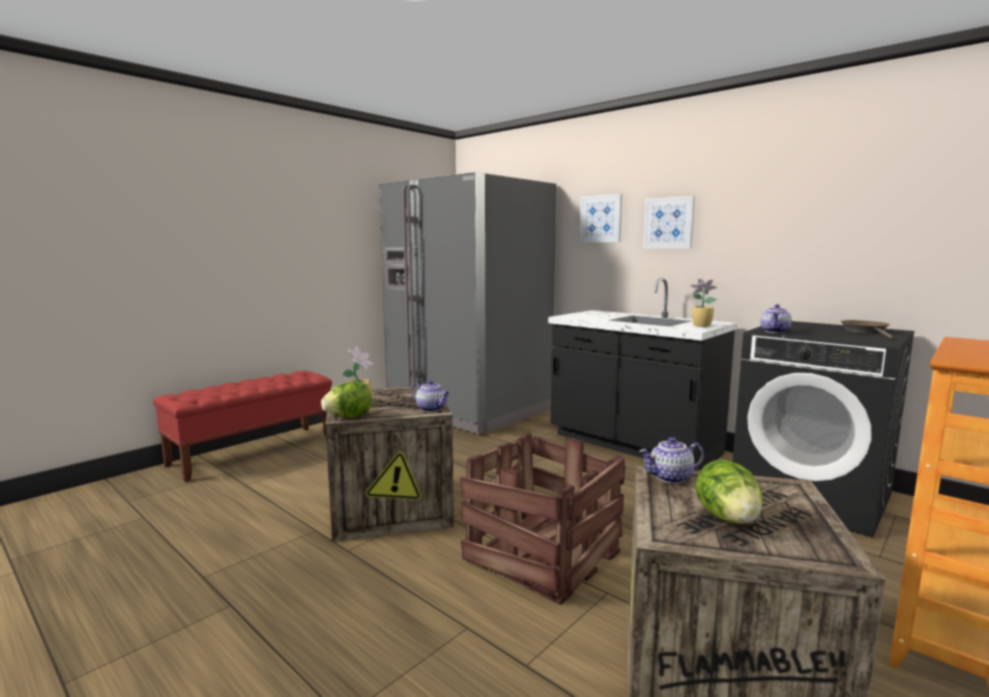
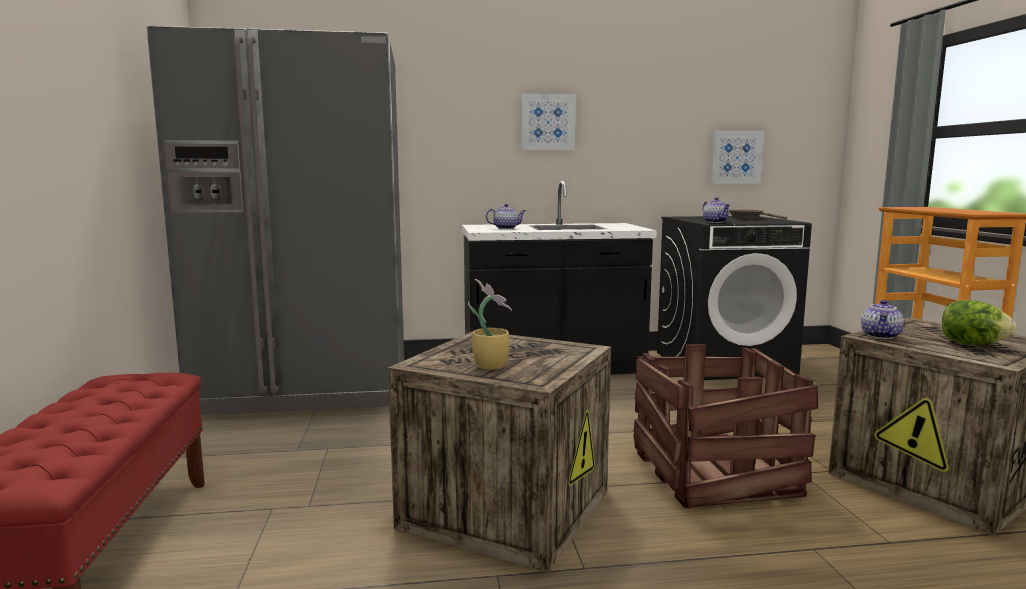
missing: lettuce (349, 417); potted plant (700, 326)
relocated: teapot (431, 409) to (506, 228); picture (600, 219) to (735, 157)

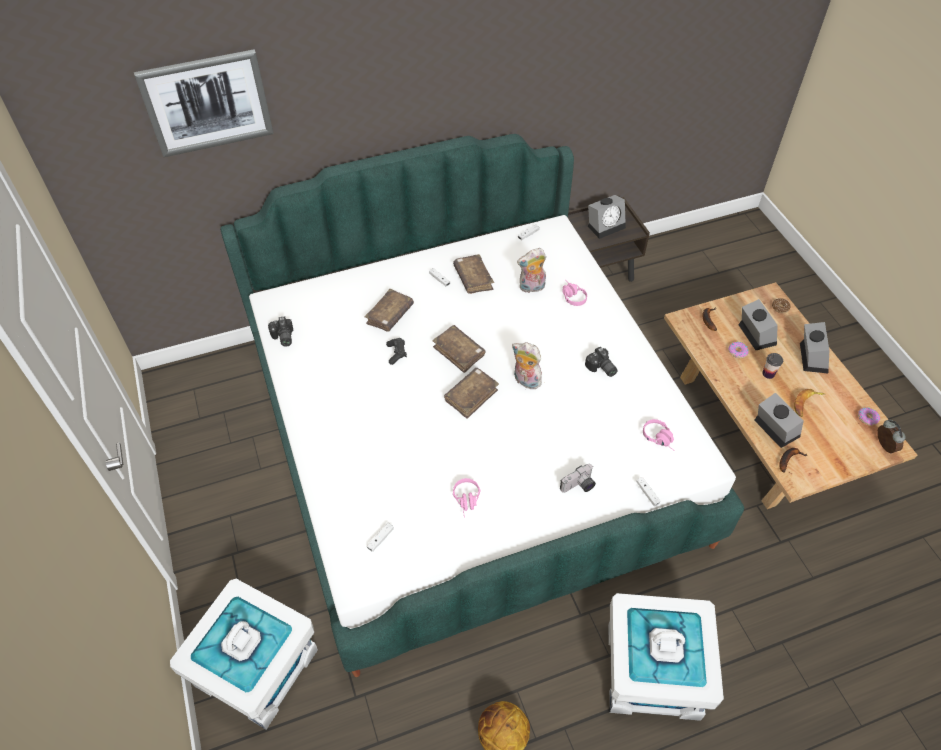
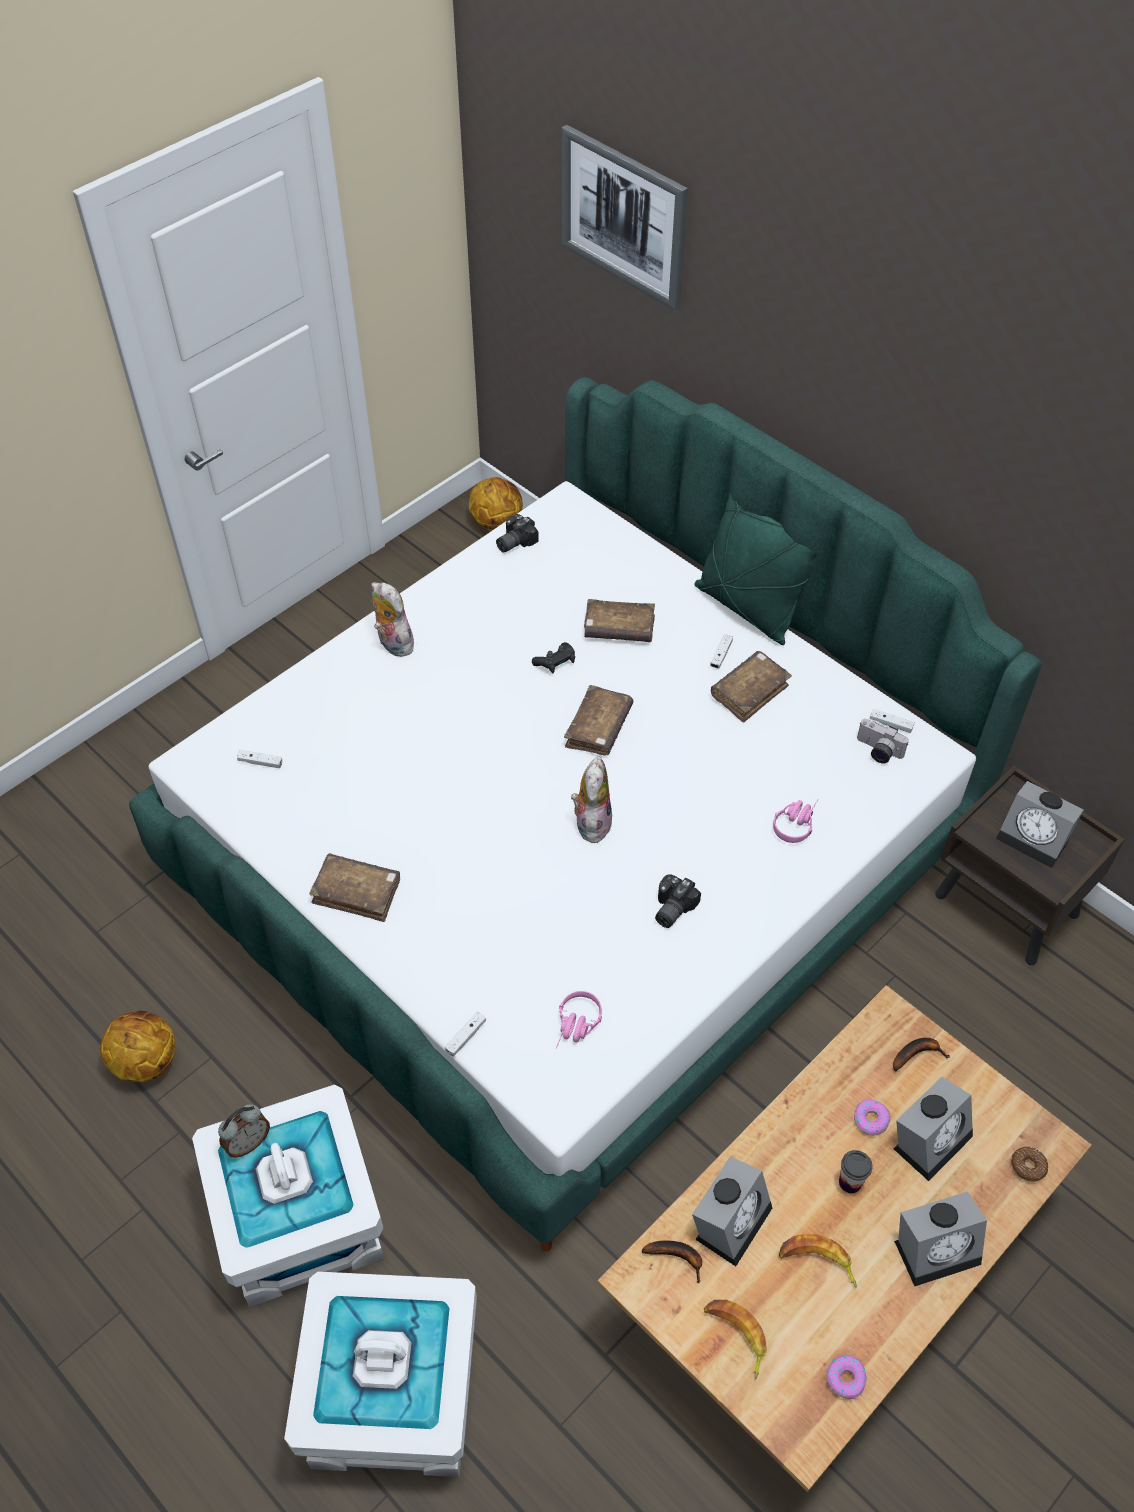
missing: pink headphones (467, 501)
appeared: basketball (496, 523); green pillow (747, 608); banana (736, 1336)
relocated: white storage box (257, 668) to (393, 1396); brown book (471, 396) to (357, 893); plush toy (531, 288) to (392, 644); photo camera (579, 486) to (877, 751); alarm clock (883, 446) to (248, 1142)

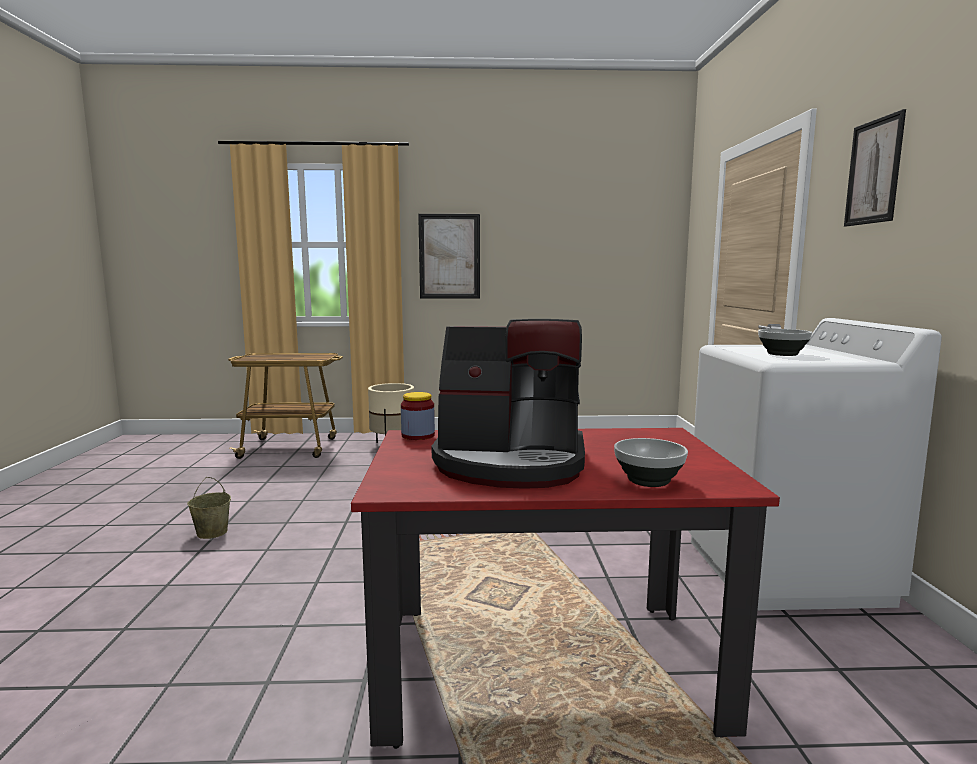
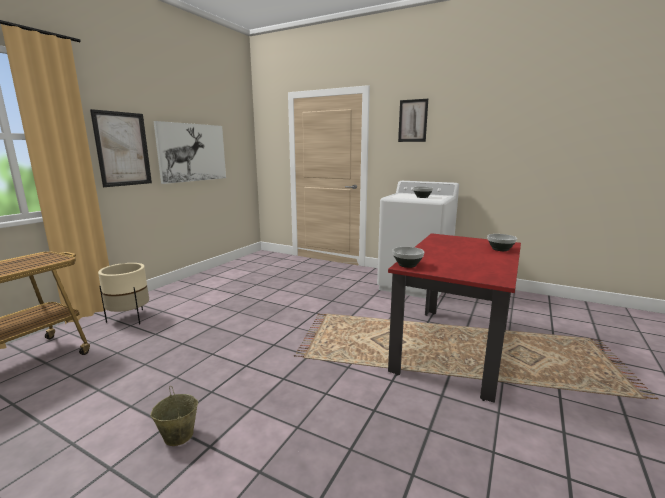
missing: coffee machine (510, 463)
appeared: picture (192, 152)
exchanged: jar (418, 435) to bowl (407, 265)

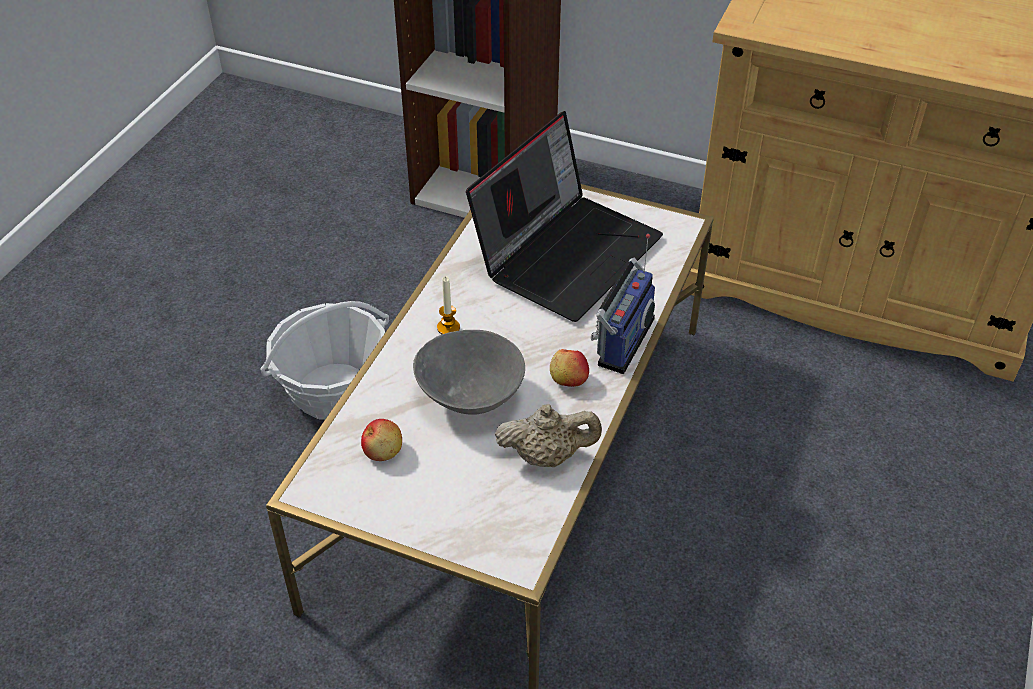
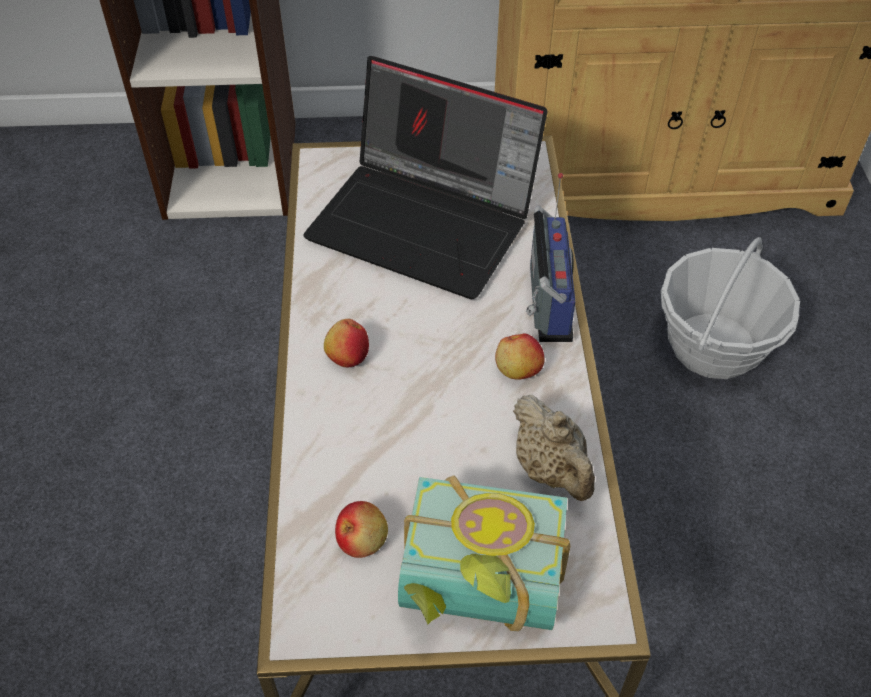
missing: grey bowl (469, 397)
appeared: book (479, 592)
relocated: basket (334, 391) to (713, 346)
exchanged: candle (448, 327) to apple (347, 356)
spun: laptop (567, 252) = (426, 222) 105 degrees clockwise; beige teapot (547, 456) = (551, 470) 90 degrees clockwise

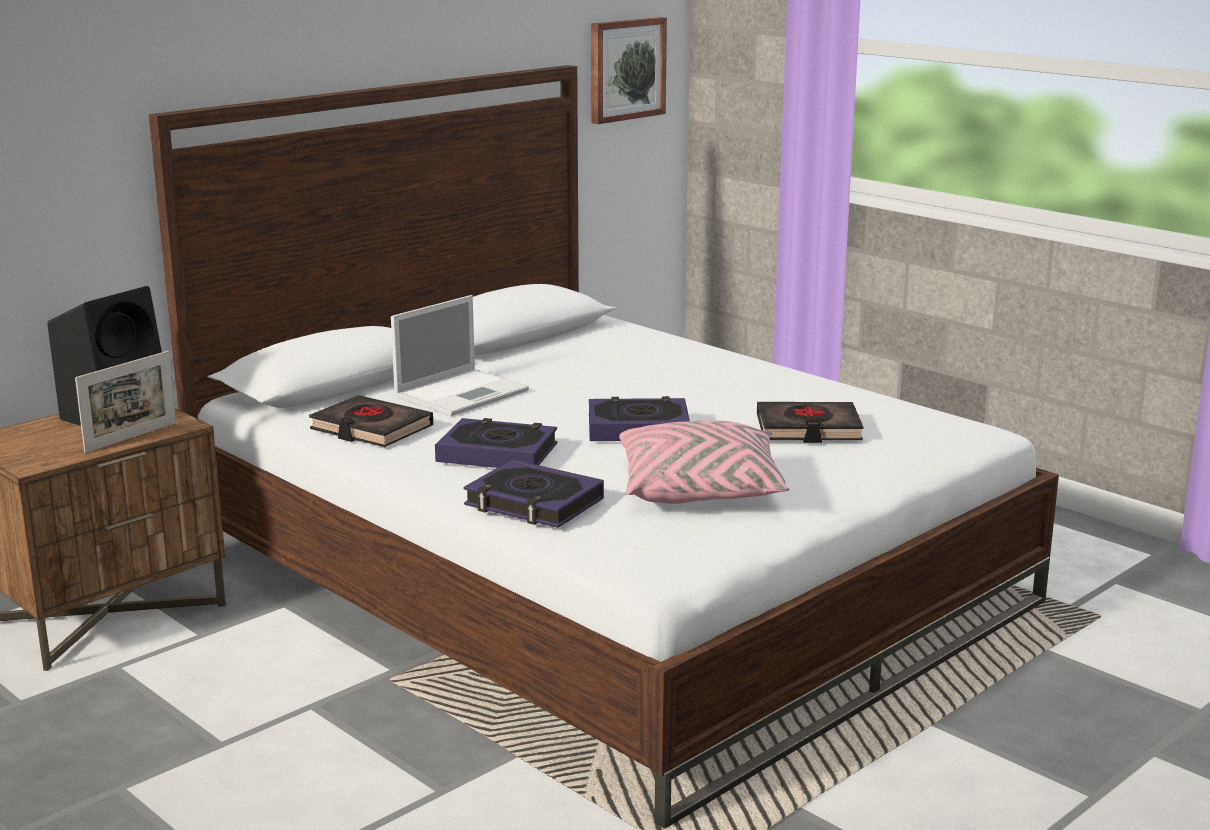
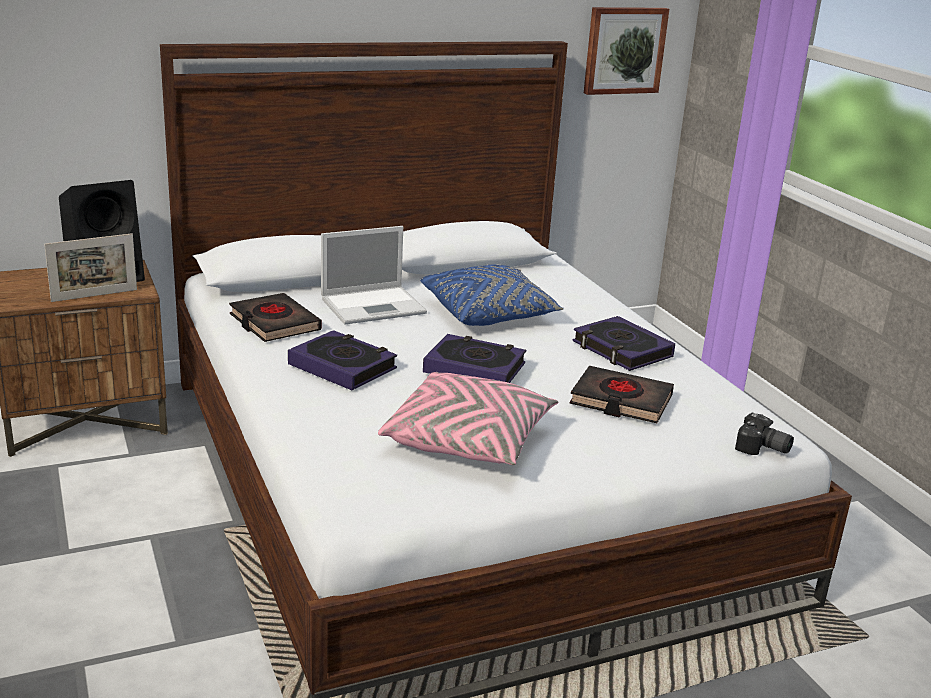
appeared: blue pillow (489, 313); photo camera (762, 449)
relocated: book (534, 503) to (621, 350)

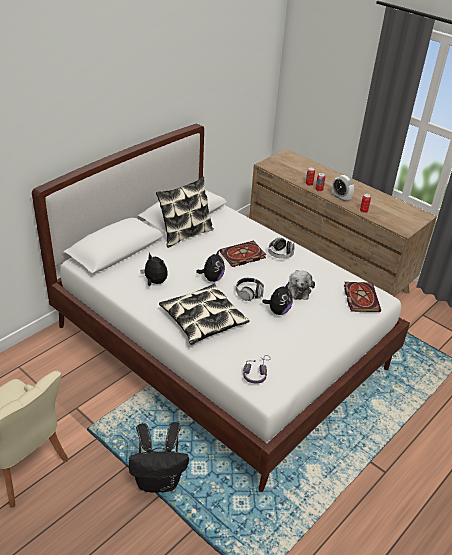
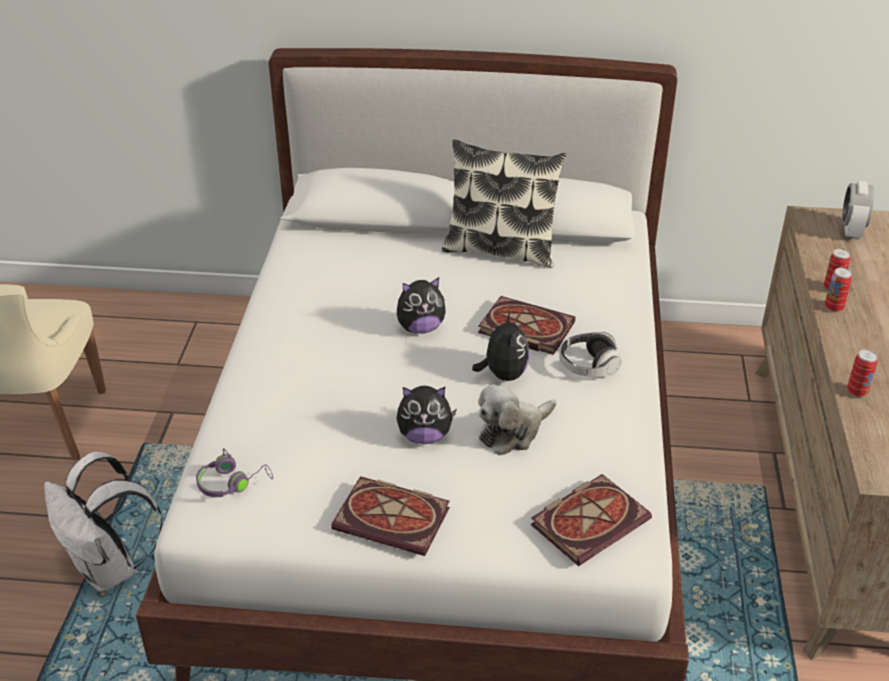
missing: pillow (203, 320); headphones (249, 294)
appeared: book (395, 519)
relocated: plush toy (154, 282) to (503, 374); alarm clock (341, 198) to (851, 231)
colour: black backpack (159, 480) to white backpack (110, 569)

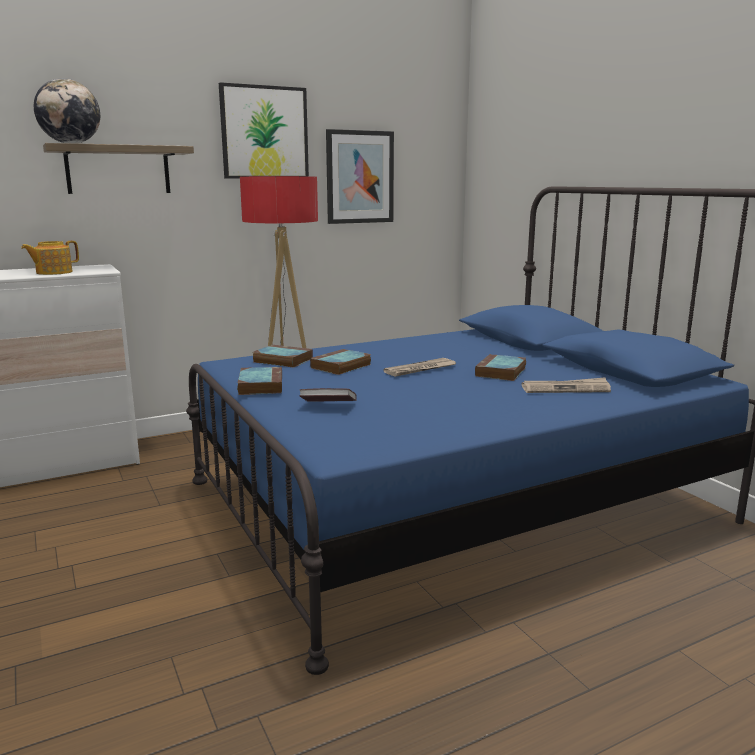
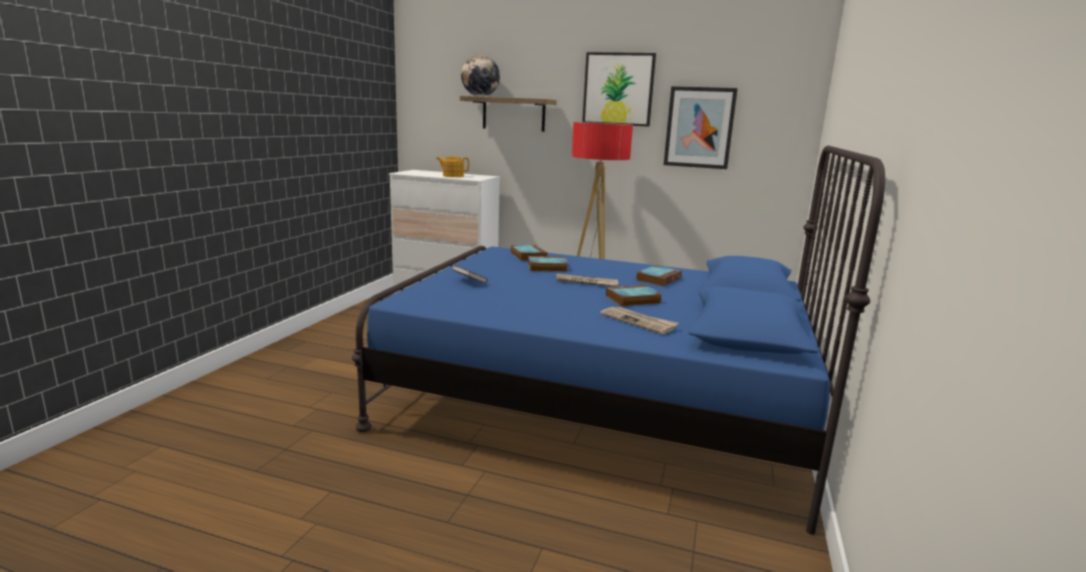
relocated: book (260, 385) to (658, 279)

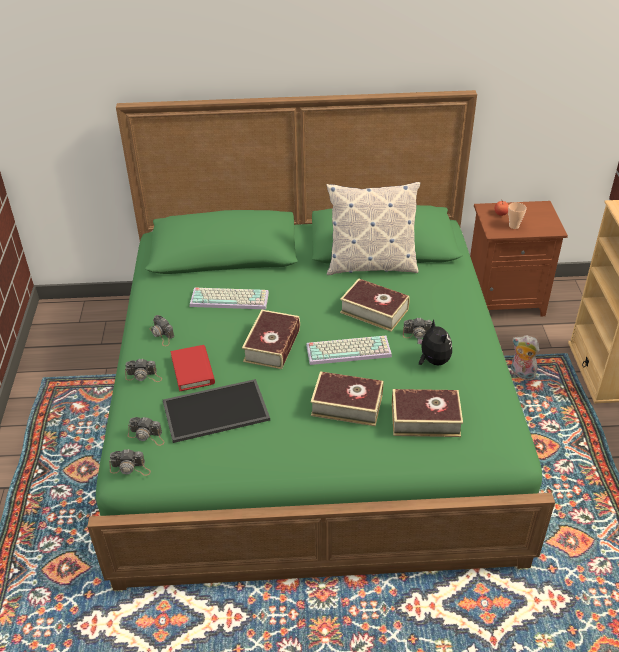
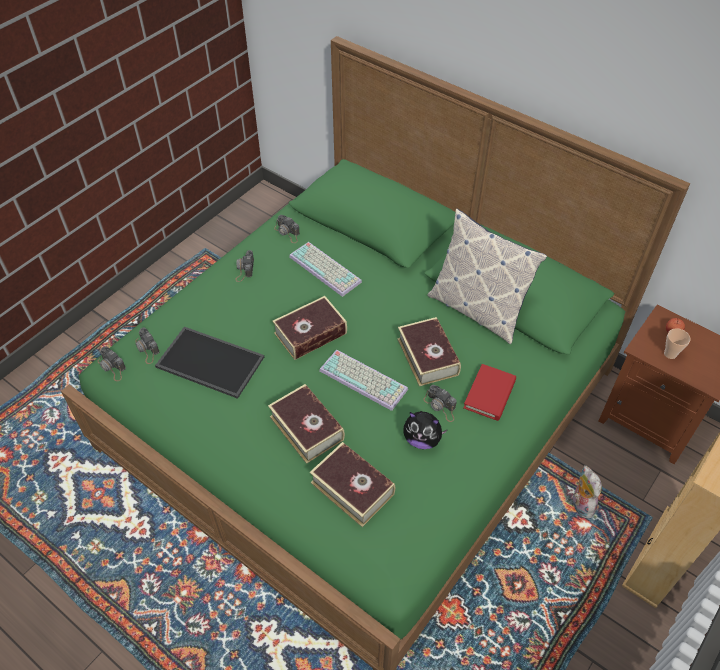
relocated: photo camera (144, 376) to (287, 232); red book (193, 370) to (489, 394)
spun: plush toy (433, 361) = (422, 440) 90 degrees clockwise

